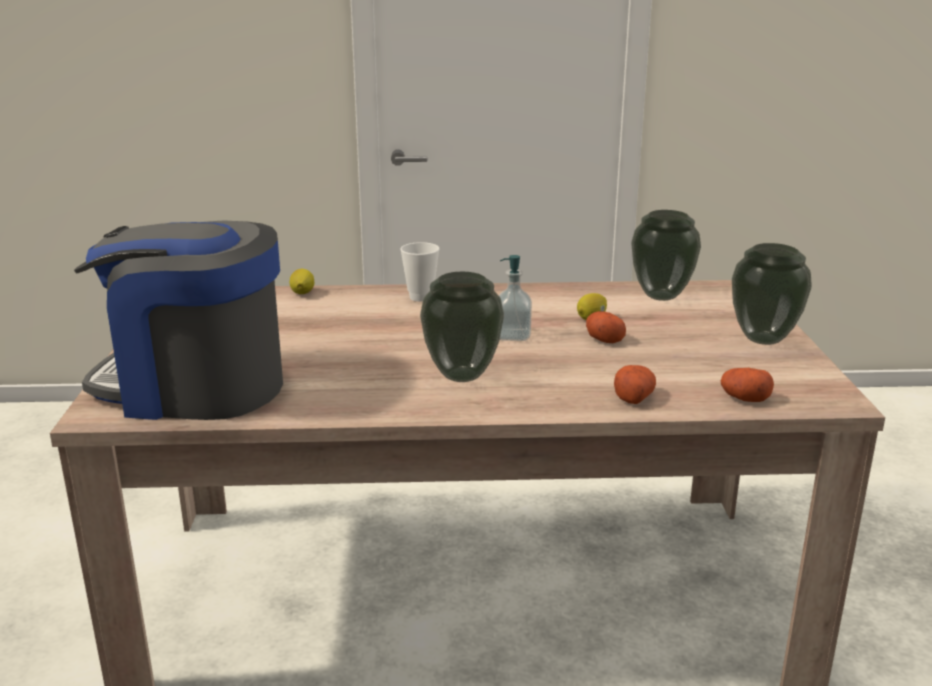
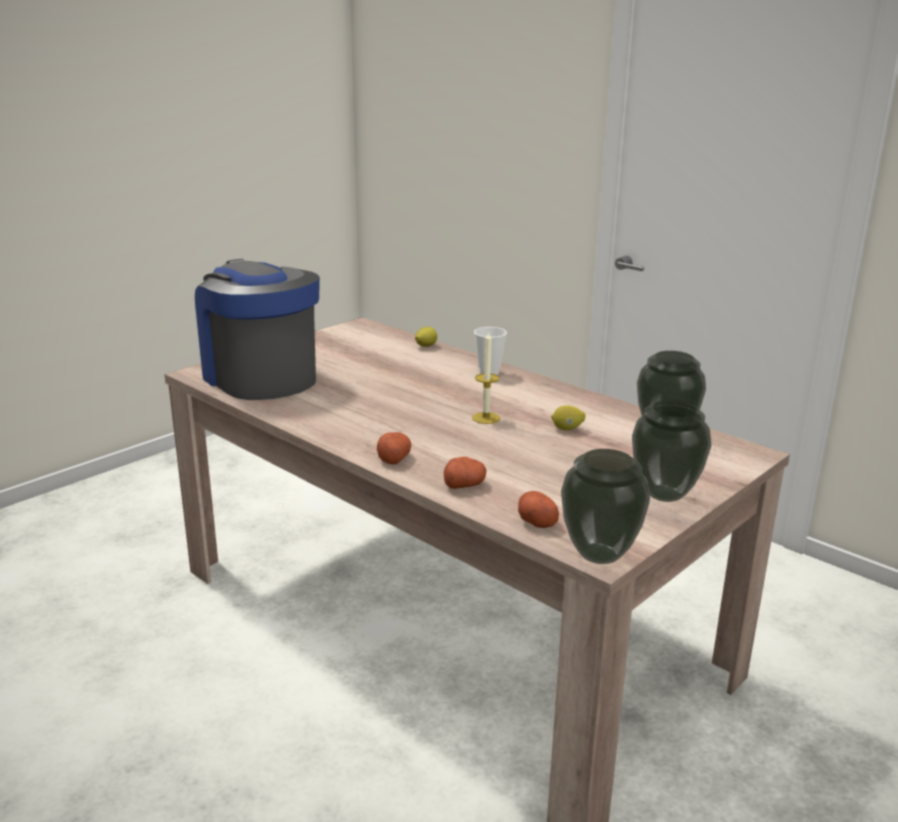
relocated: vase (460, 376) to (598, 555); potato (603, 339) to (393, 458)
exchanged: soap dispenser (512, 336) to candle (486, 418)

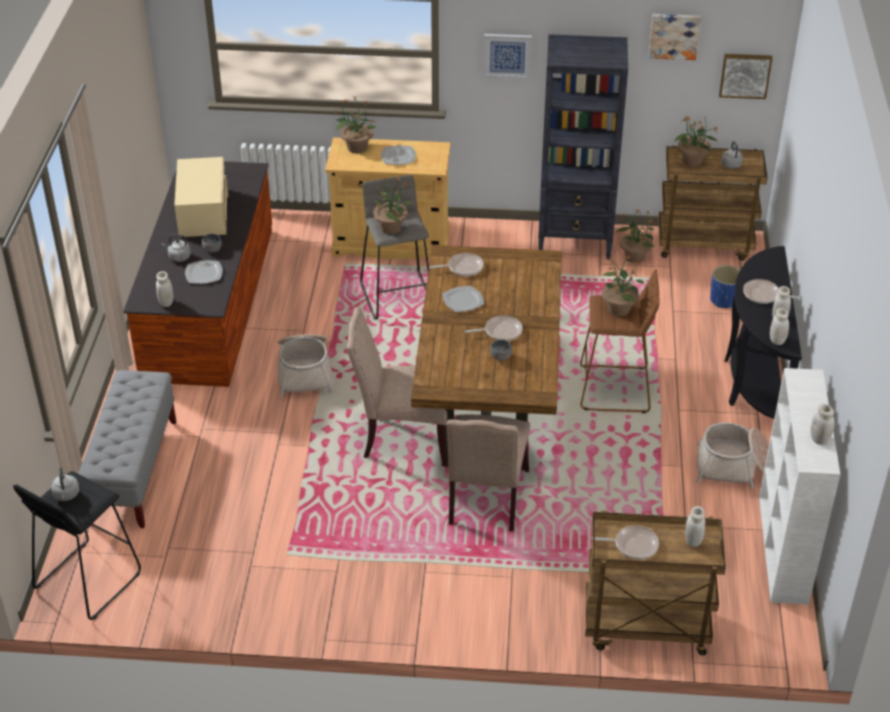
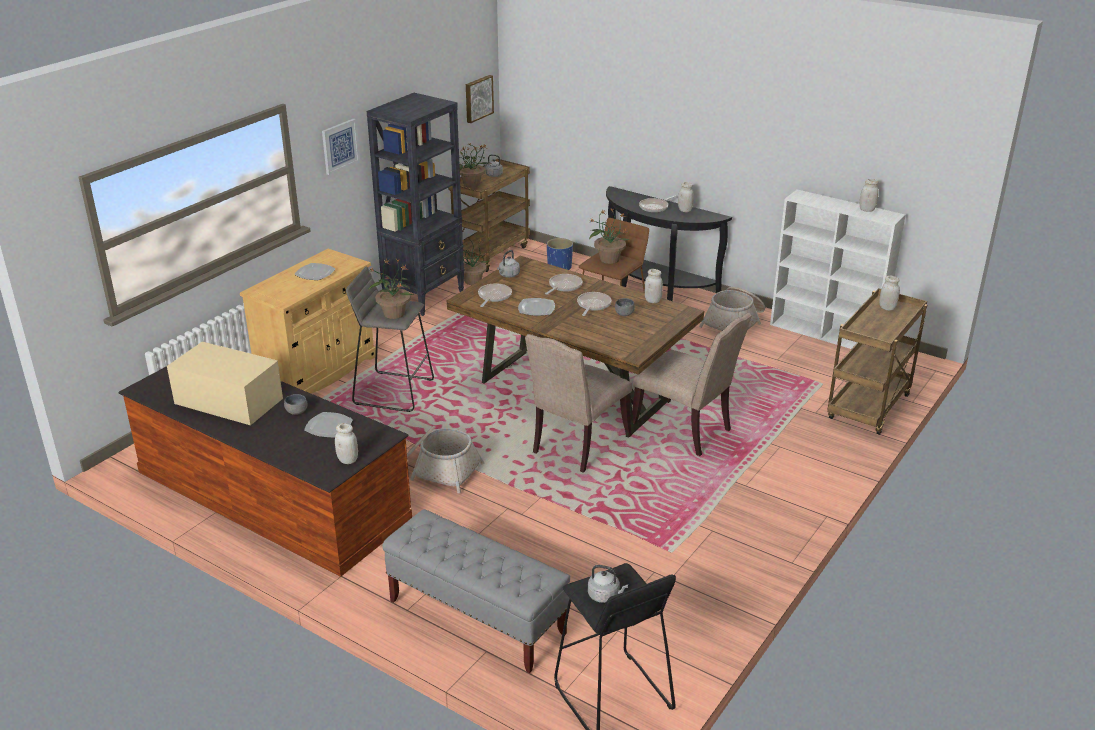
missing: potted plant (356, 147); picture (674, 35)
relocated: grey kettle (178, 257) to (508, 275); frying pan (633, 545) to (564, 286); white jar (777, 340) to (652, 301)

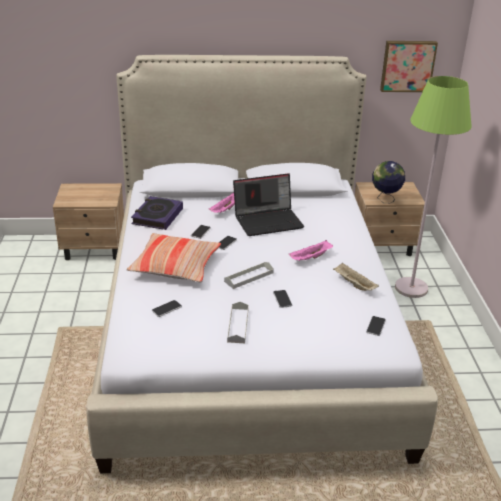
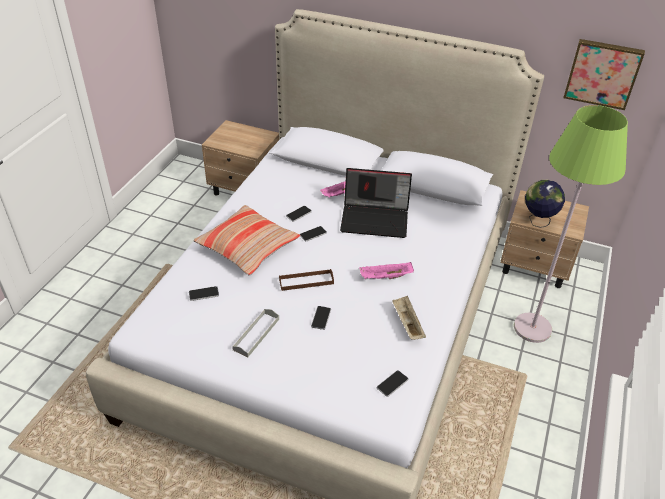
missing: book (157, 216)
colour: grey tray (249, 277) to brown tray (306, 281)

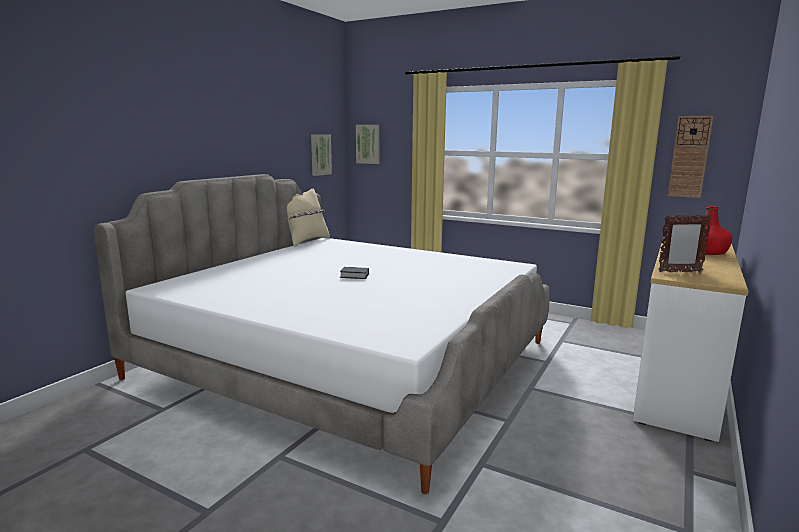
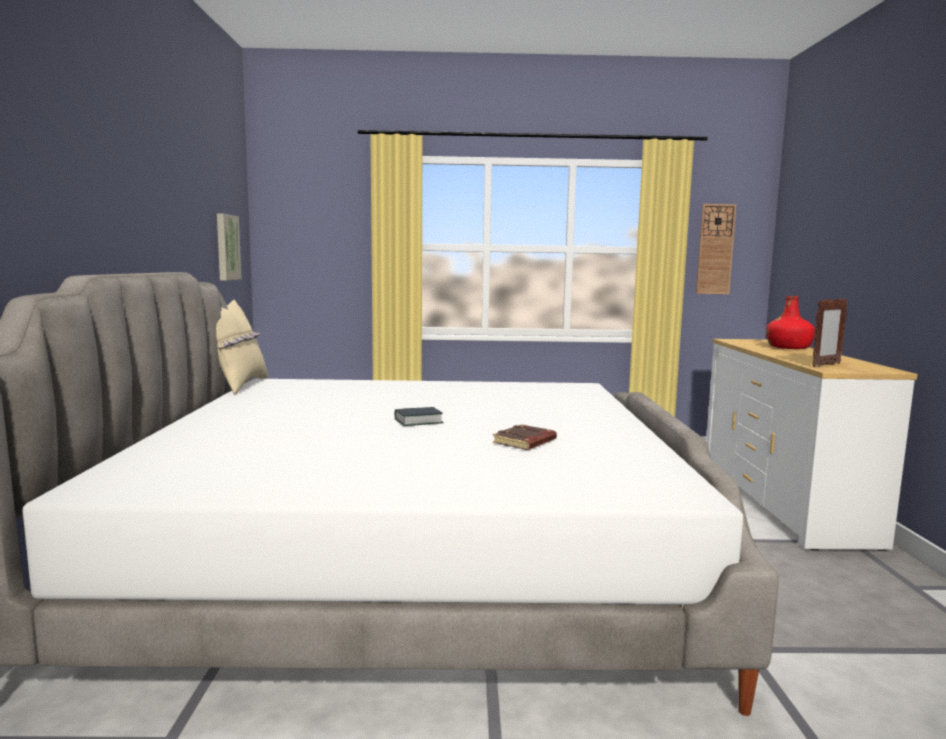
missing: picture (368, 144)
appeared: brown book (525, 442)

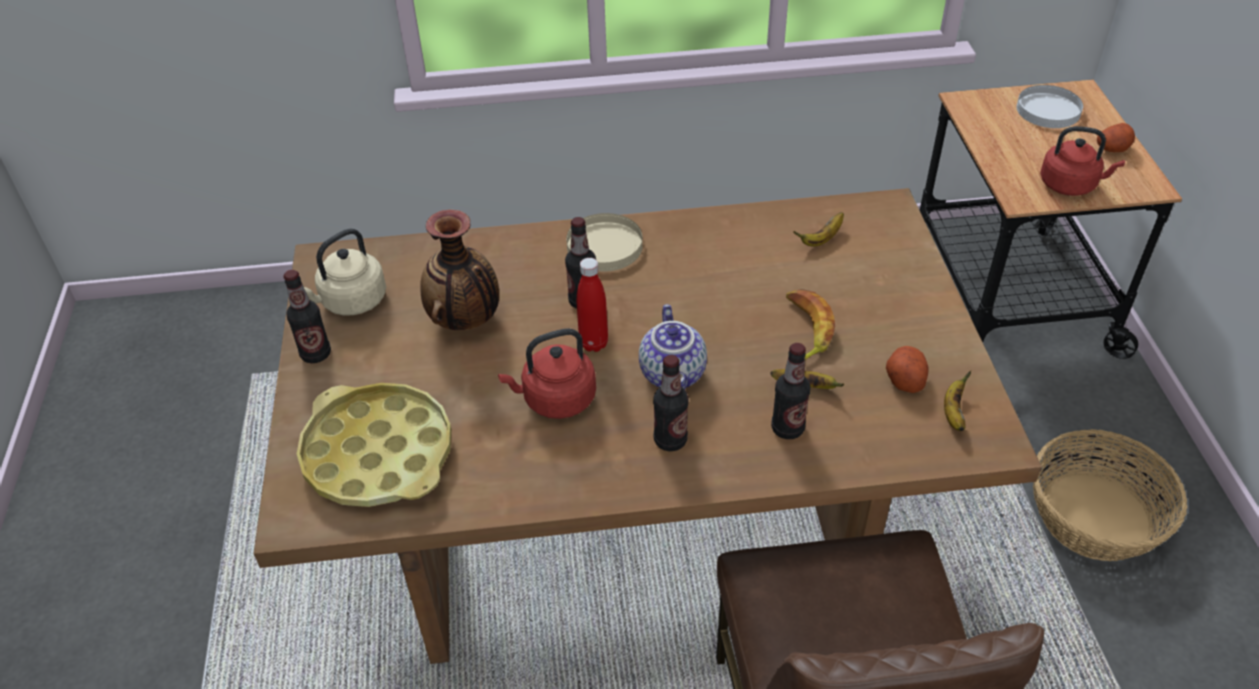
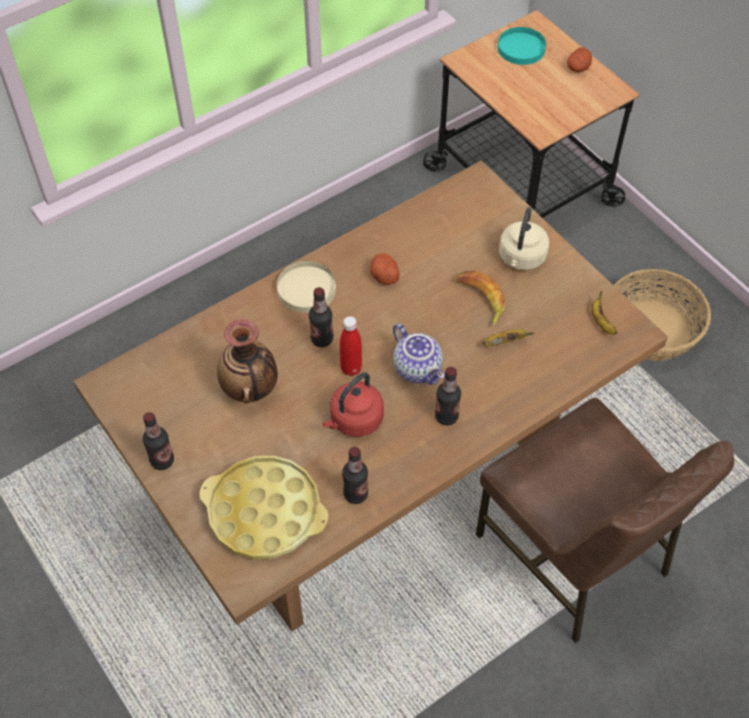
missing: banana (821, 239); red kettle (1070, 185)
relocated: beige kettle (351, 302) to (521, 258); bottle (787, 428) to (355, 494); potato (904, 378) to (383, 275)
colour: white plate (1048, 110) to turquoise plate (521, 48)

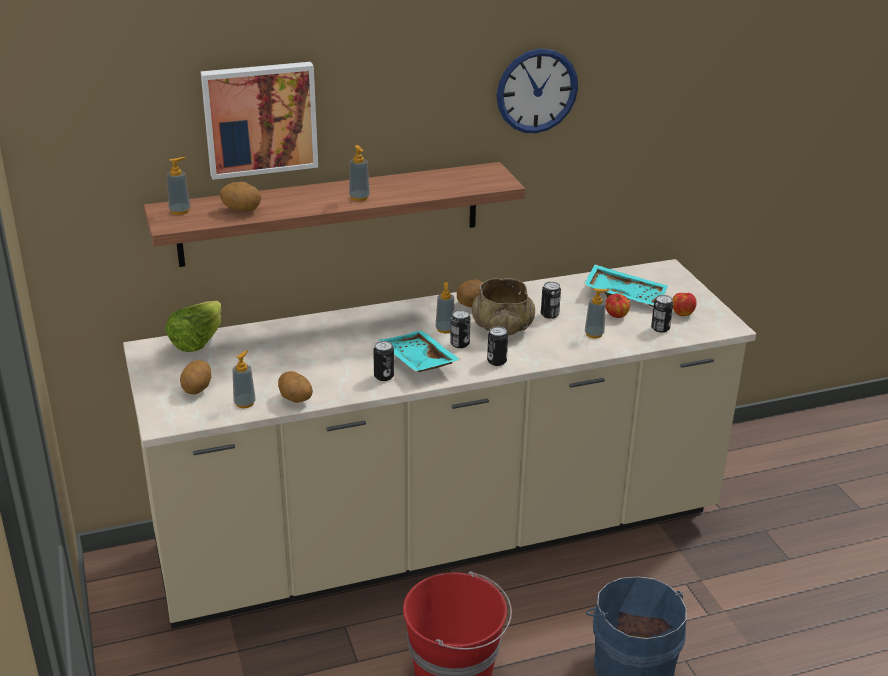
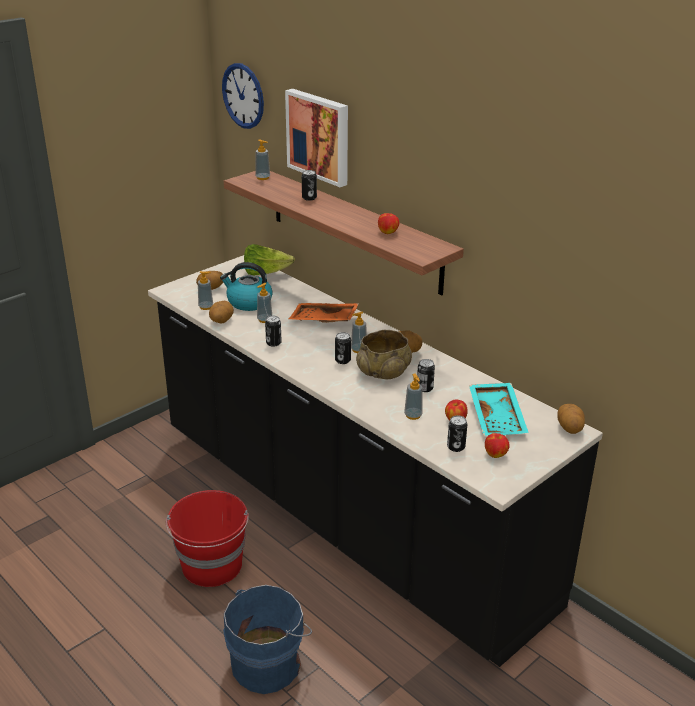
missing: turquoise tray (417, 361)
appeared: kettle (248, 302); orange tray (323, 320); apple (388, 232)
relocated: potato (242, 210) to (569, 428); soap dispenser (359, 197) to (264, 320); can (497, 361) to (309, 198); wall clock (537, 91) to (243, 96)
colour: beige counter (440, 538) to black counter (345, 516)

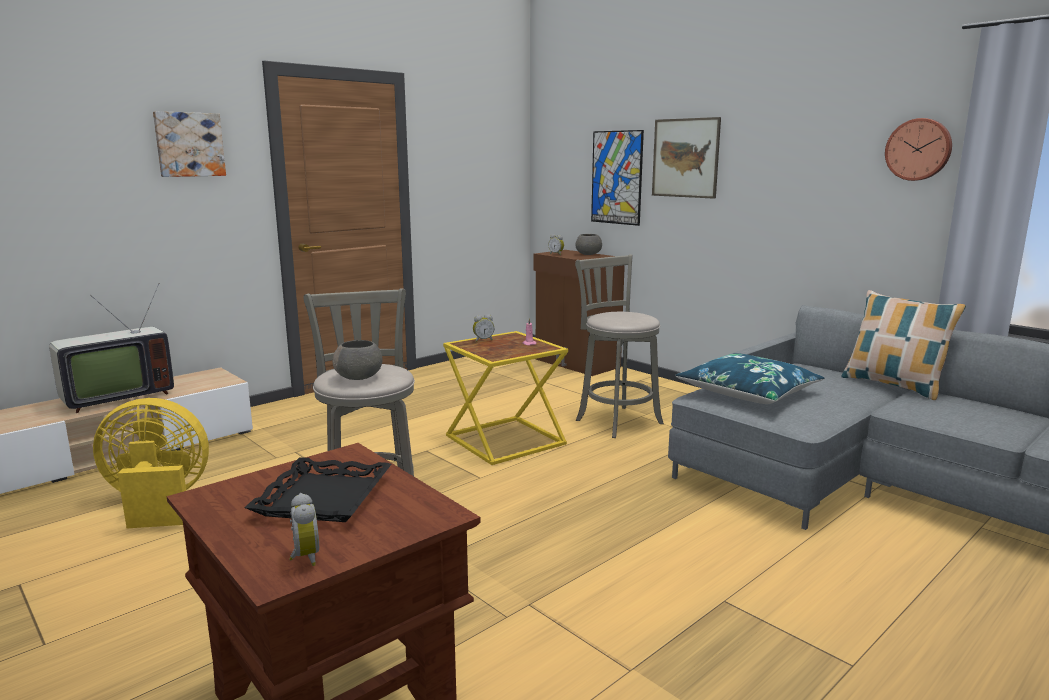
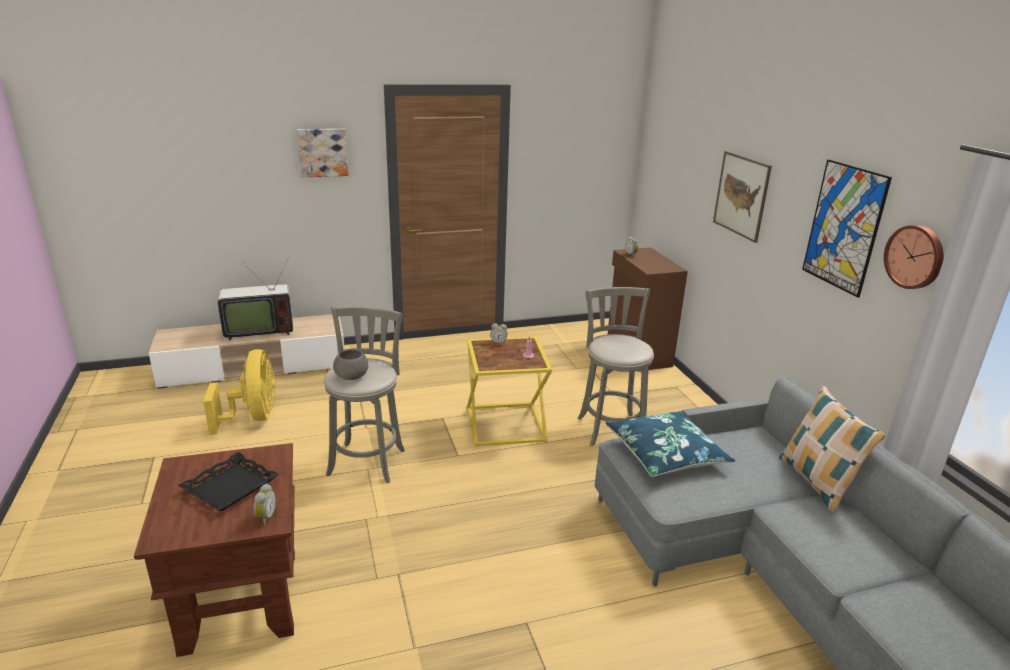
missing: grey bowl (588, 254)
relocated: alarm clock (304, 557) to (265, 517); picture (616, 177) to (844, 227)
spun: yellow fan (158, 504) = (253, 417) 60 degrees clockwise

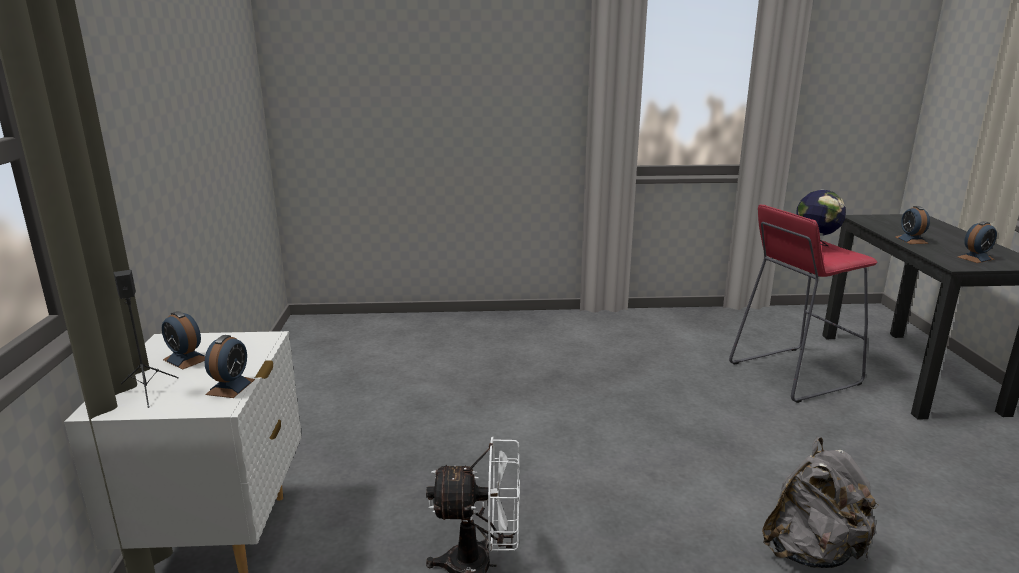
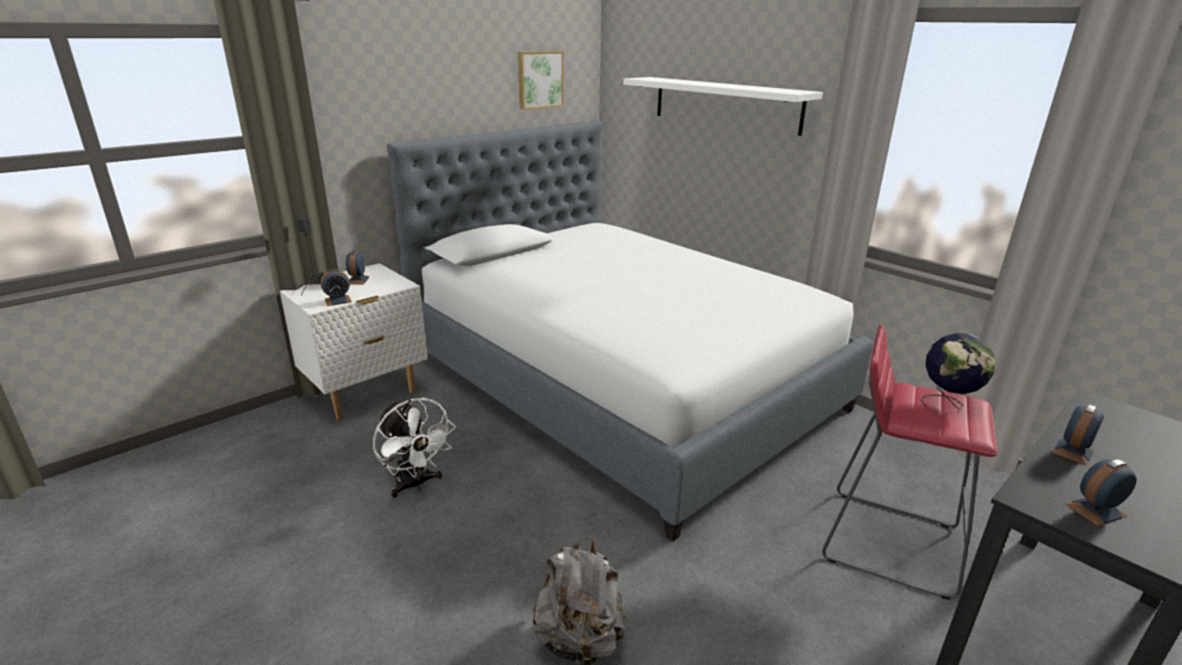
appeared: bed (620, 382); picture (539, 79); white shelf (725, 104)
spun: alarm clock (975, 258) = (1095, 510) 135 degrees clockwise

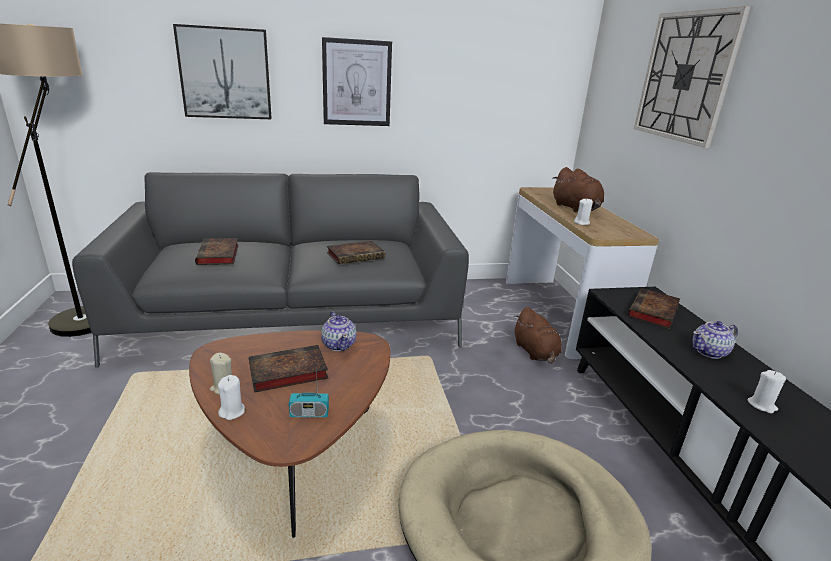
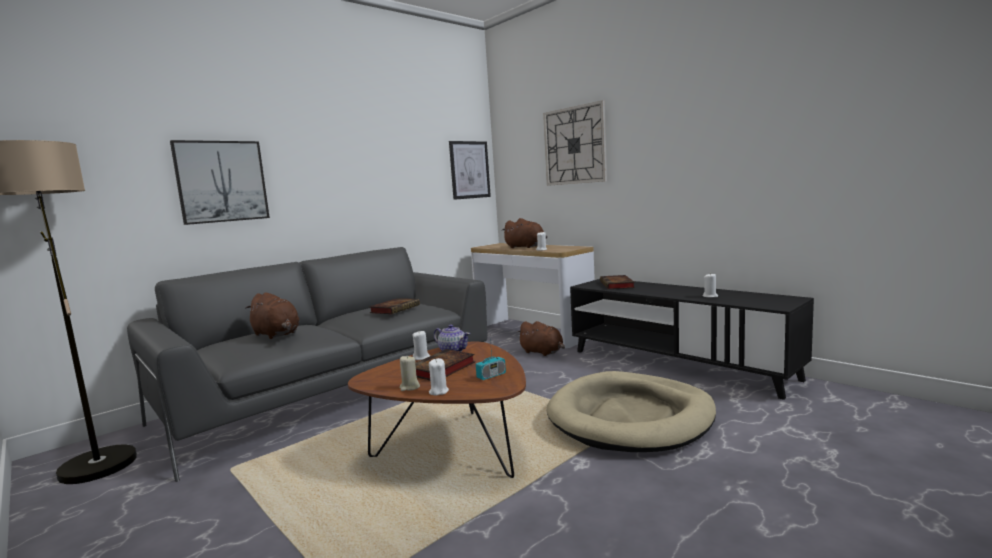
missing: teapot (709, 352)
appeared: white candle (421, 358)
relocated: picture (357, 83) to (469, 170)
exchanged: book (218, 255) to brown plush toy (277, 335)

